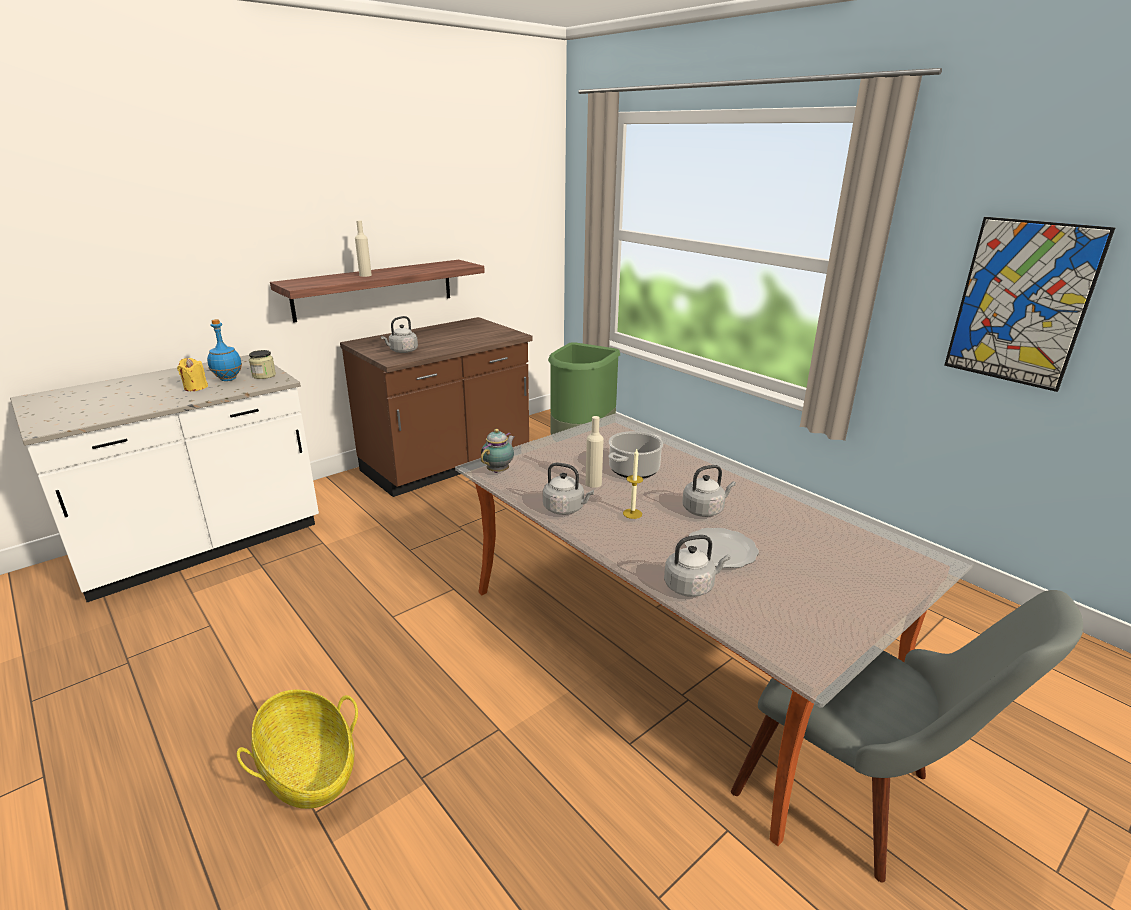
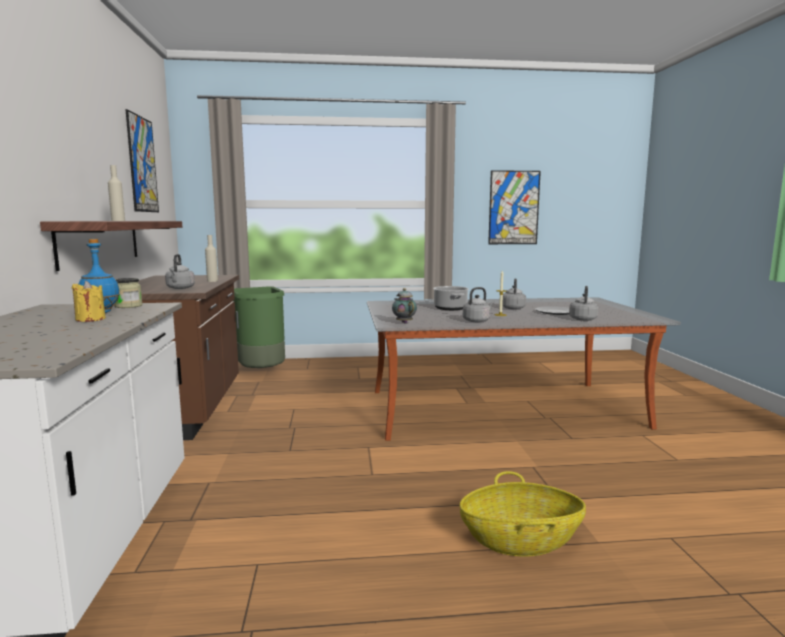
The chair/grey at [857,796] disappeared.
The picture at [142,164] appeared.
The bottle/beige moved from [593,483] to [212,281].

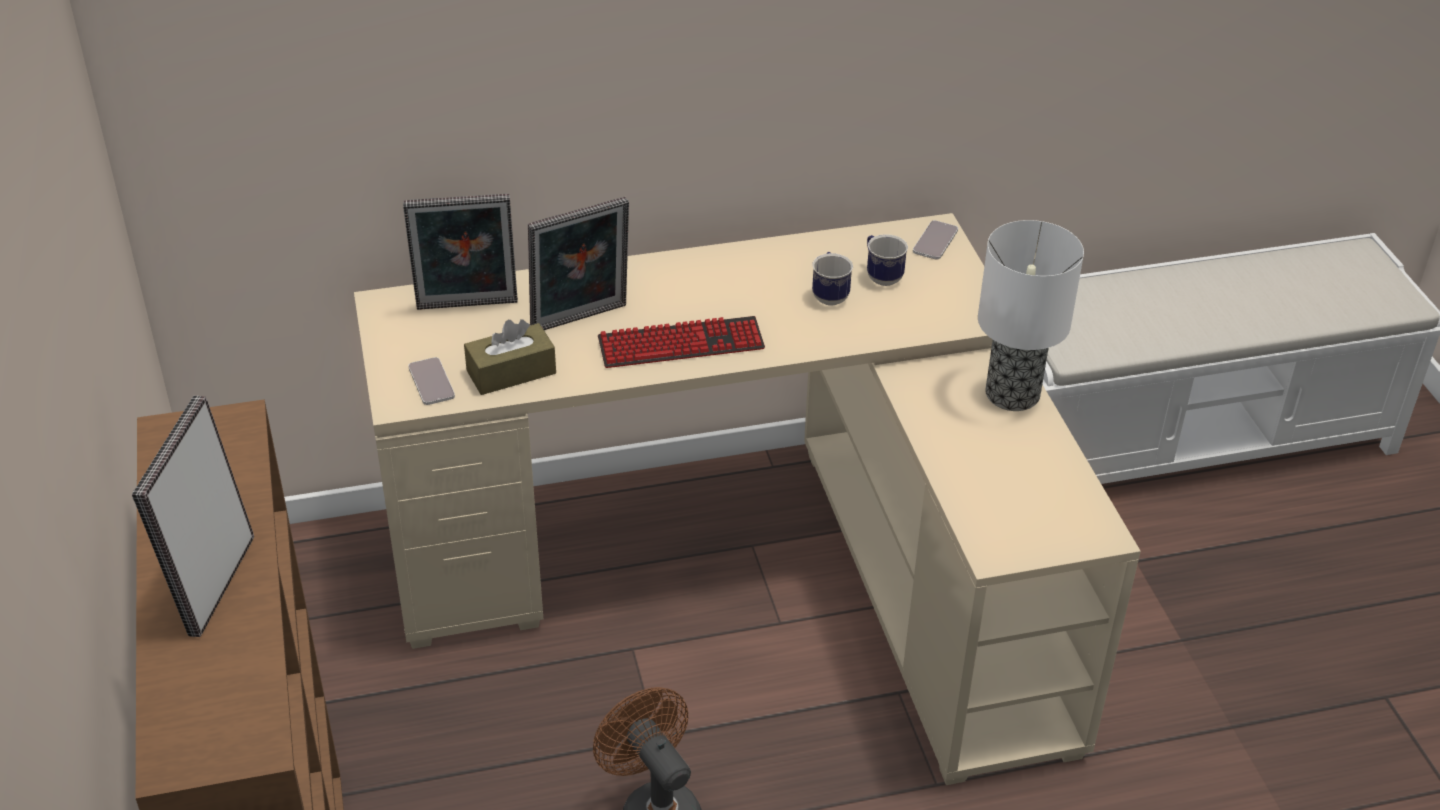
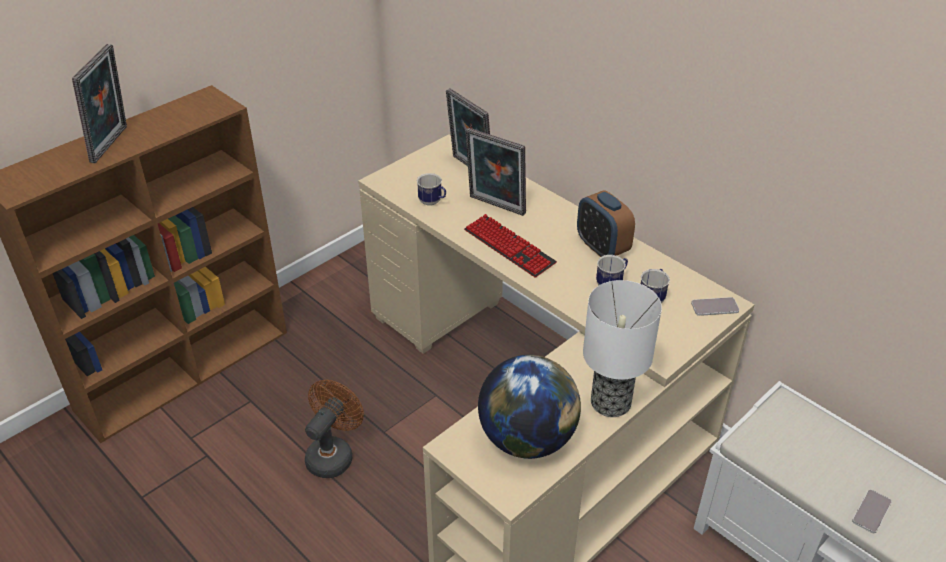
The globe at [527,439] appeared.
The alarm clock at [602,248] appeared.
The phone moved from [431,382] to [871,512].
The tissue box/brown at [511,372] was replaced by the mug at [433,202].
The picture frame at [213,584] turned 120 degrees clockwise.

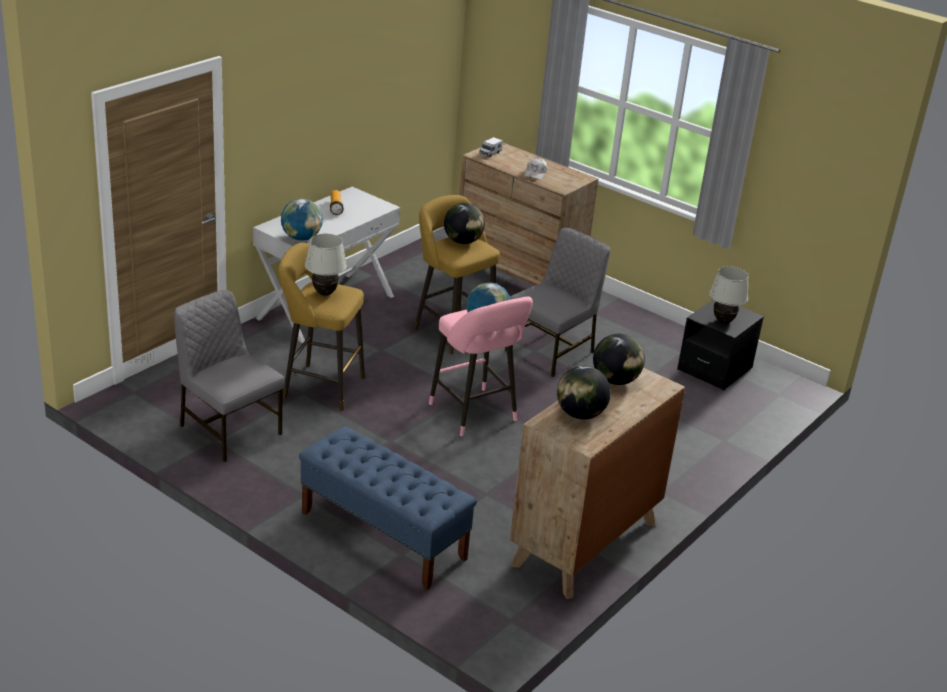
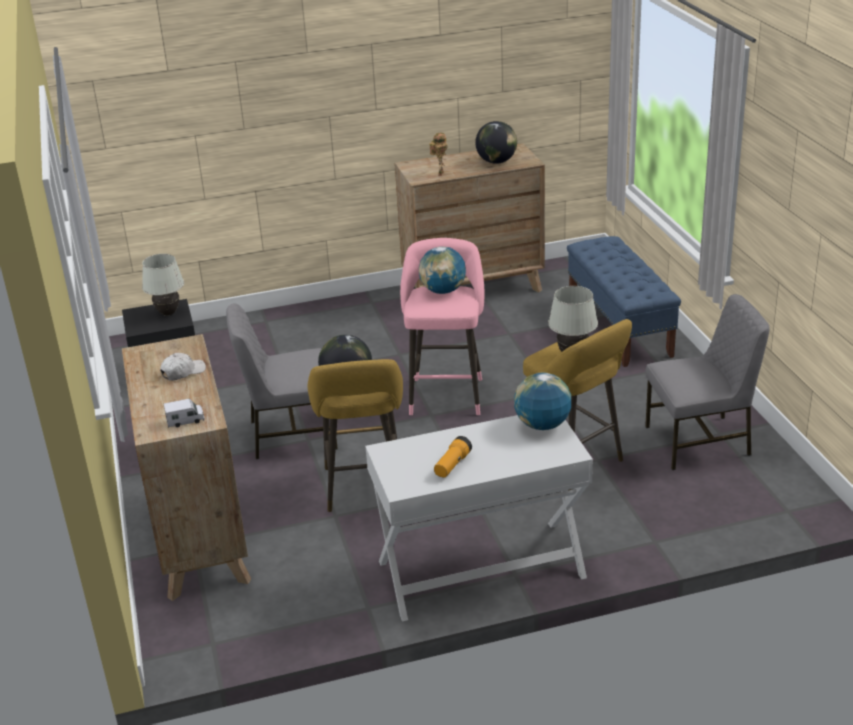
The globe at [615,380] was replaced by the toy robot at [440,173].
The chair/grey at [228,429] turned 90 degrees counterclockwise.

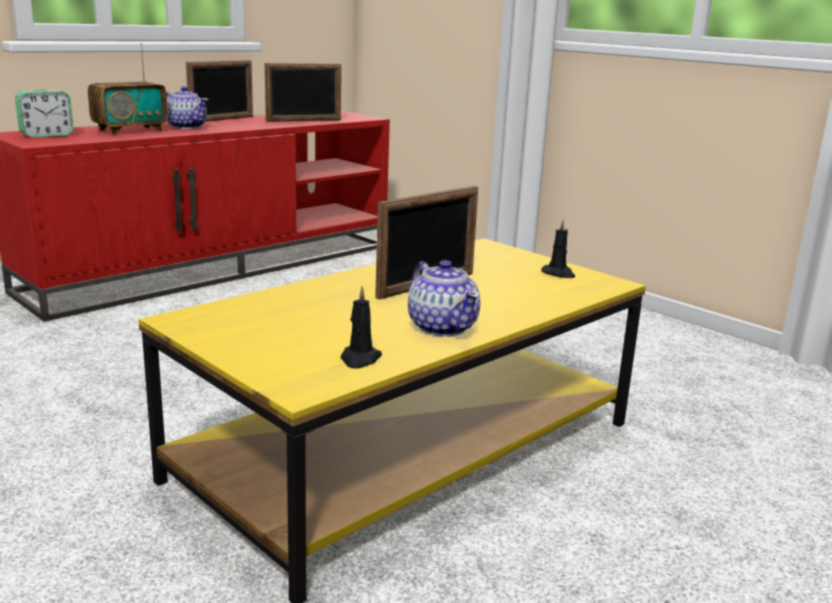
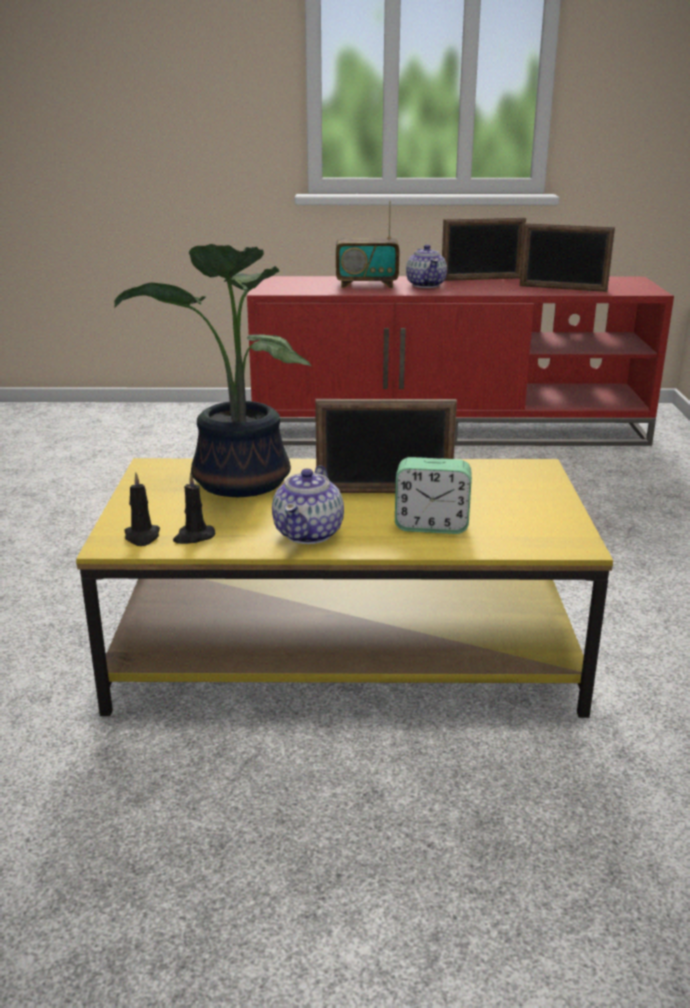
The potted plant at [237,483] appeared.
The alarm clock moved from [46,135] to [431,526].
The candle/black moved from [558,274] to [142,537].

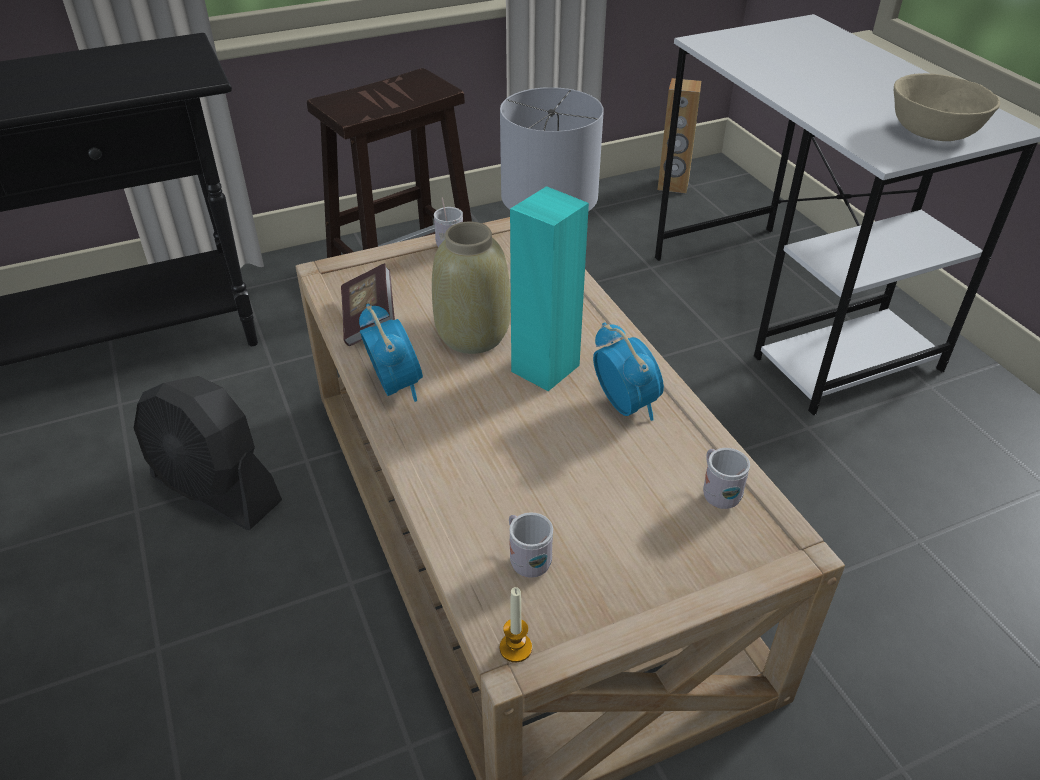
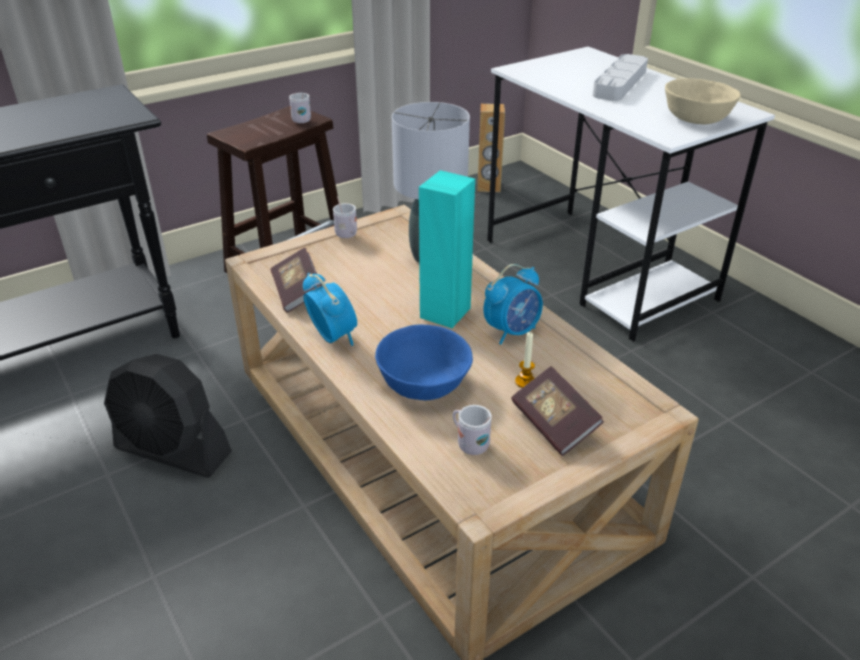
The vase/beige at [473,336] disappeared.
The bowl/blue at [424,383] appeared.
The book at [554,424] appeared.
The tray/grey at [620,83] appeared.
The candle moved from [515,648] to [525,382].
The mug/white moved from [718,493] to [300,120].
The alarm clock at [625,405] turned 90 degrees clockwise.

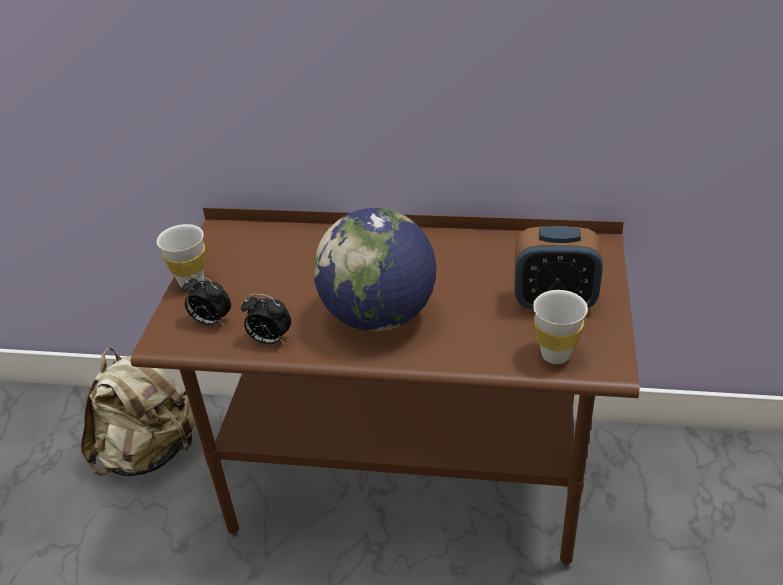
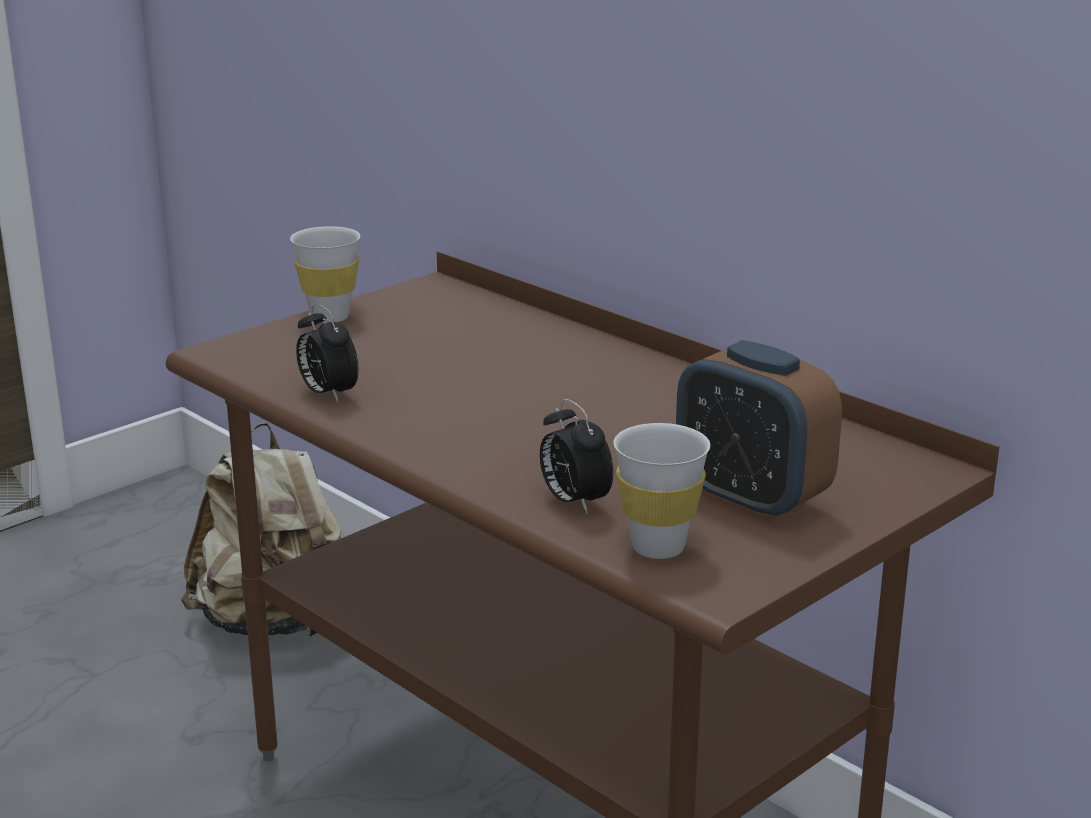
The globe at [379,316] disappeared.
The alarm clock moved from [211,321] to [573,502].

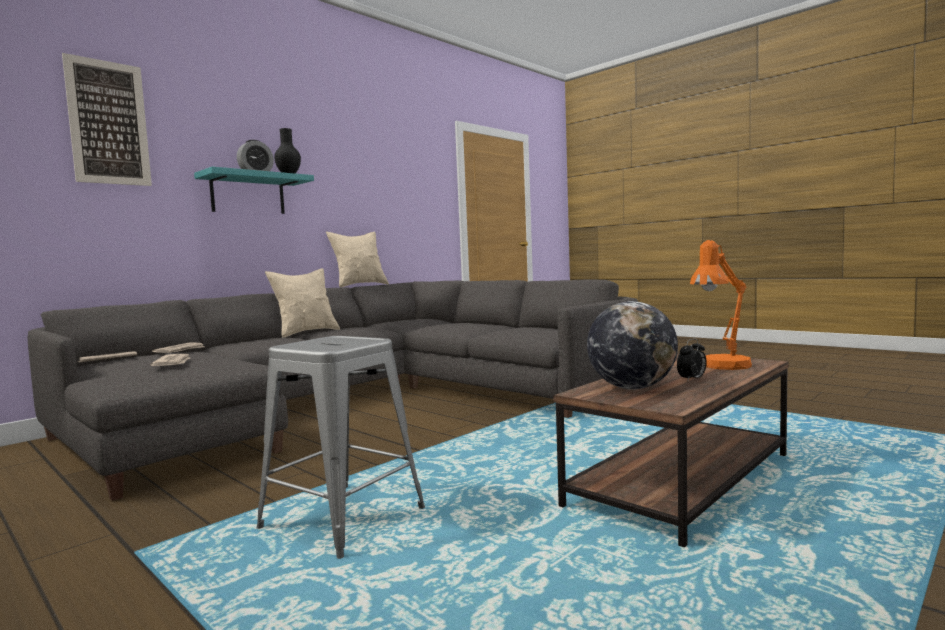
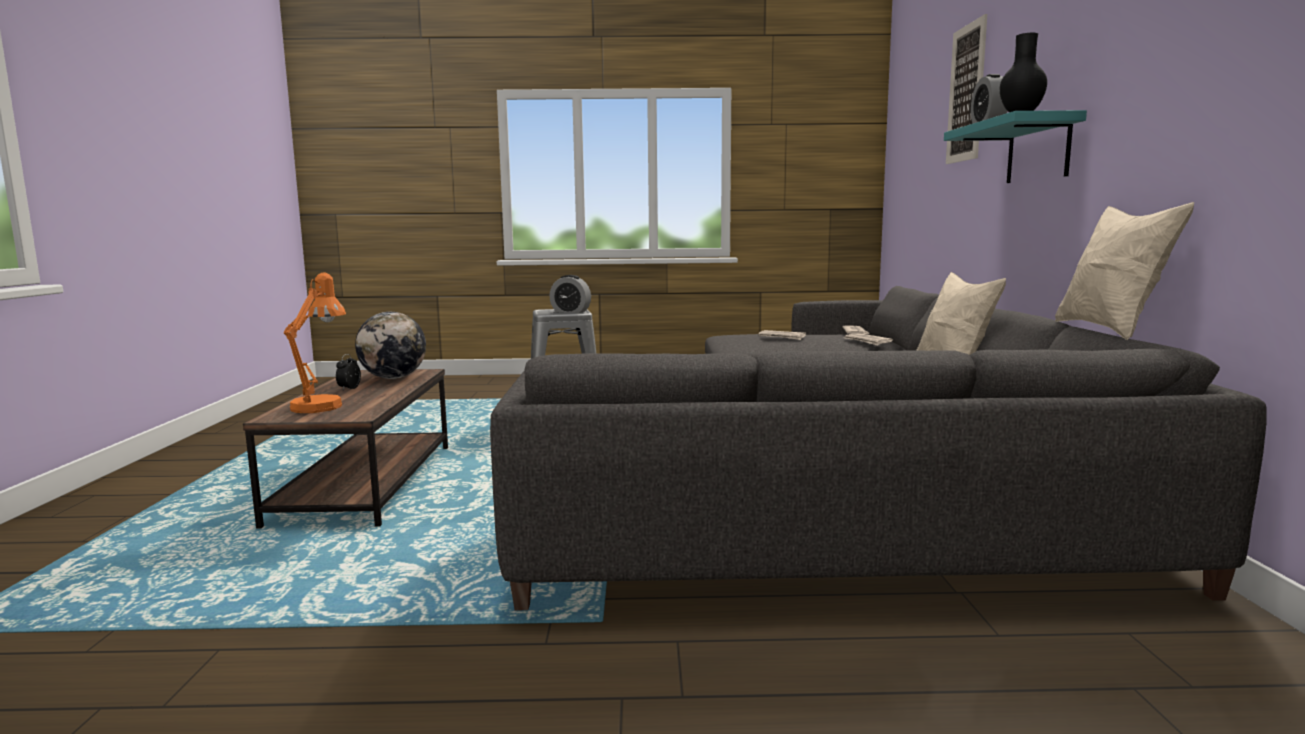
The alarm clock at [570,311] appeared.

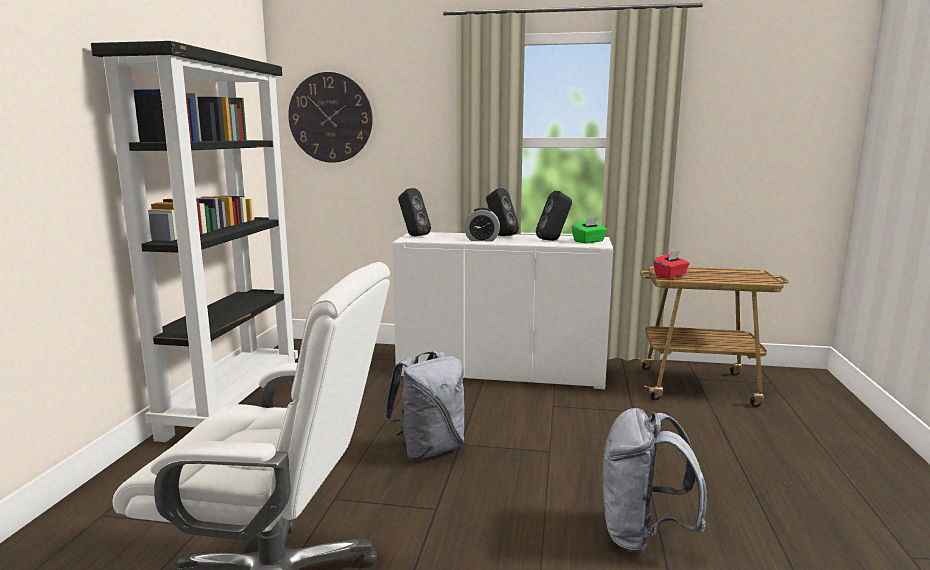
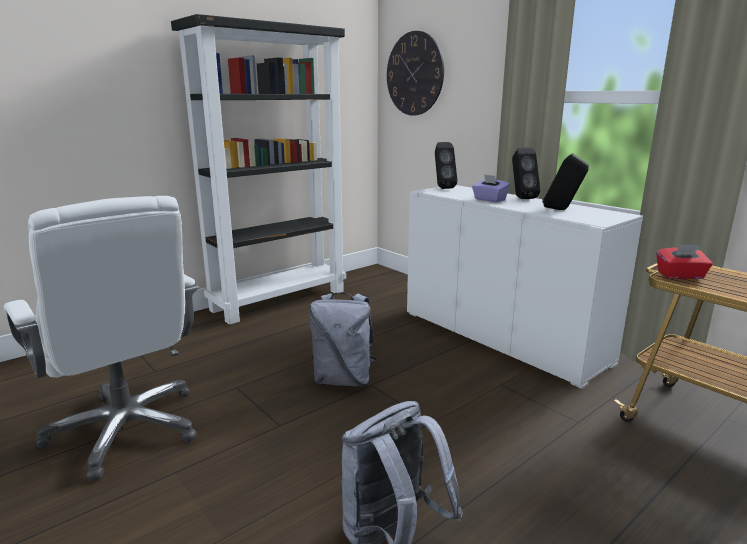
The tissue box/green at [589,241] disappeared.
The alarm clock at [482,240] was replaced by the tissue box/purple at [489,200].

